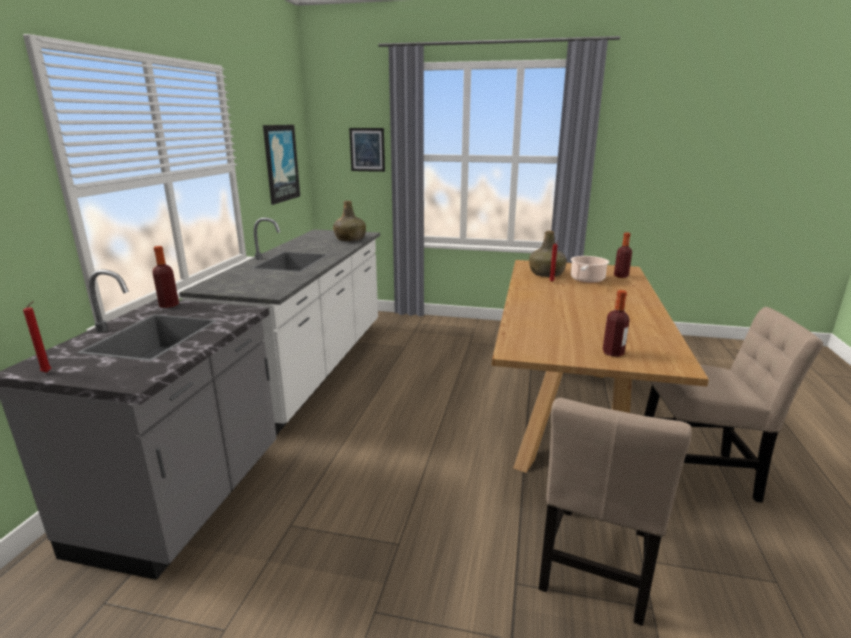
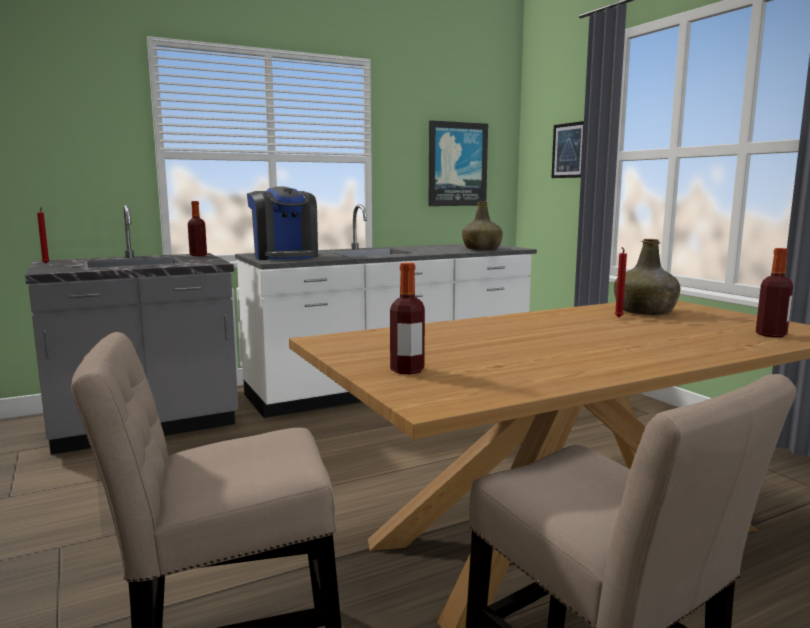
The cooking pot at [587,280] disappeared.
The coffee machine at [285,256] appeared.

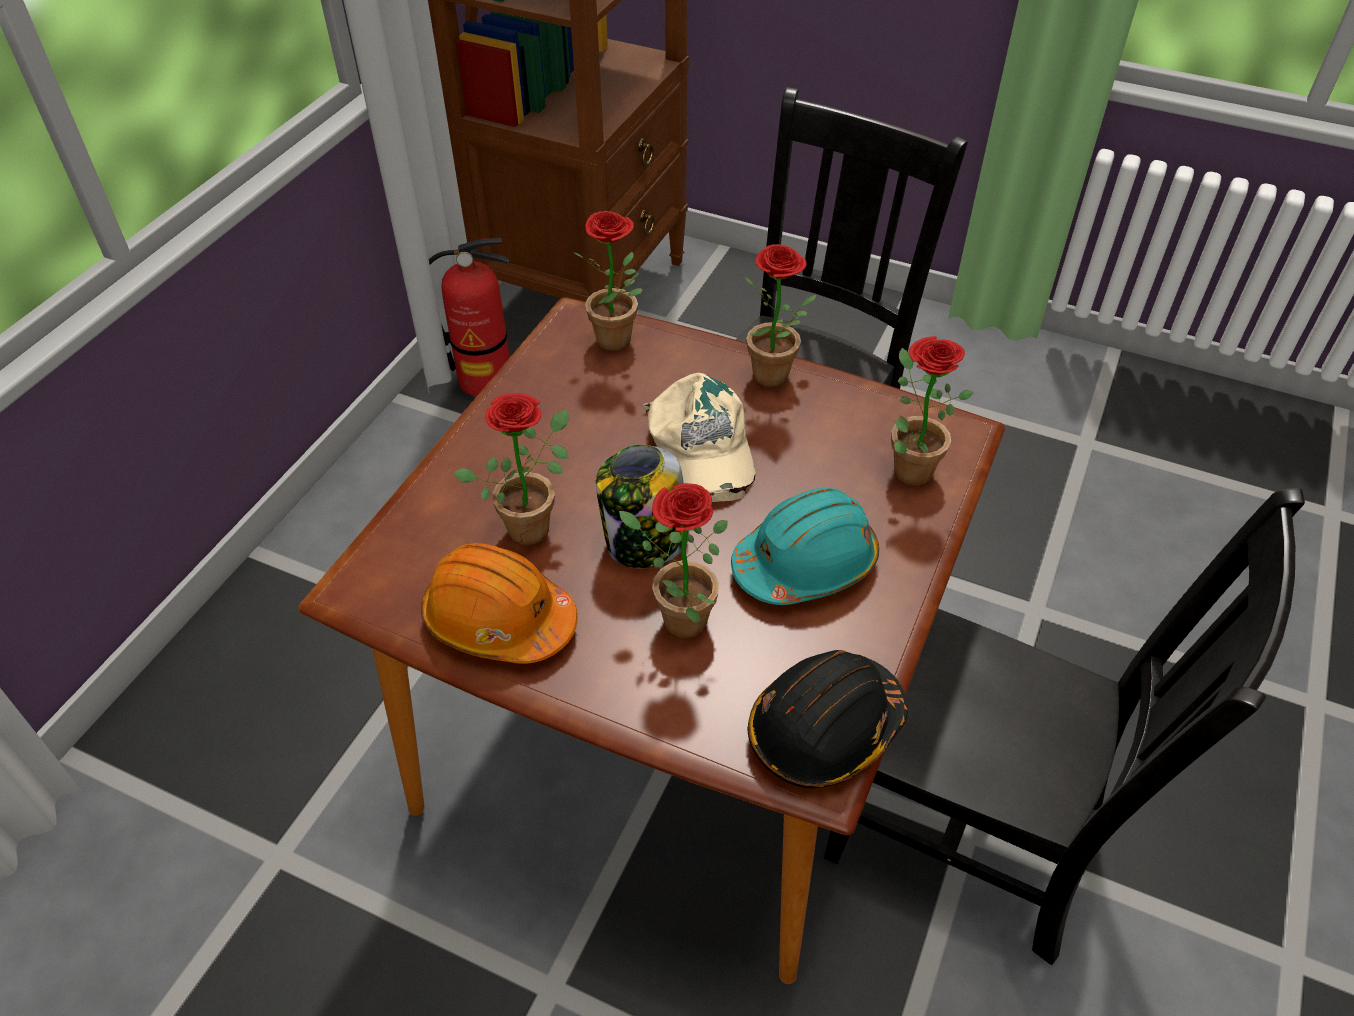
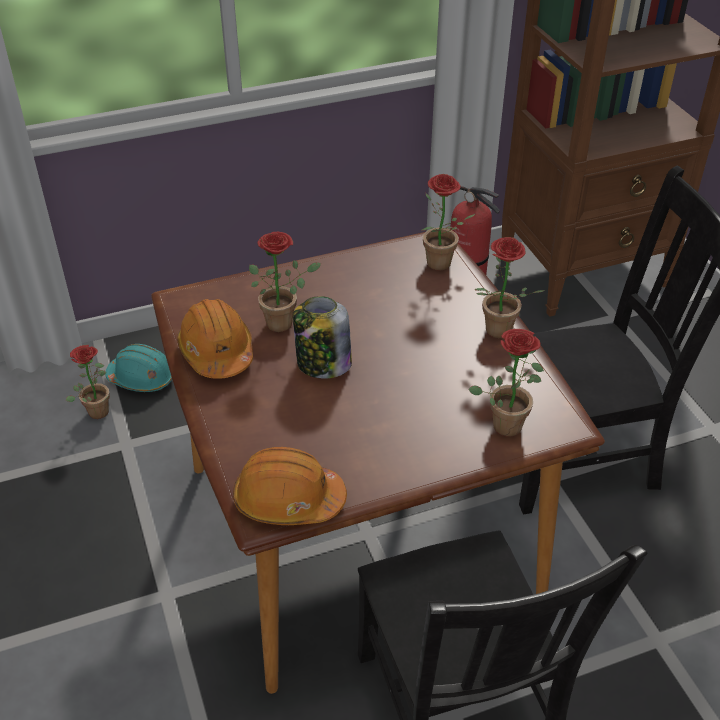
The cap/beige at [700,447] disappeared.
The potted plant moved from [675,619] to [97,409].
The hard hat/turquoise moved from [805,564] to [142,378].
The hard hat/black at [825,729] became the hard hat/orange at [288,500].

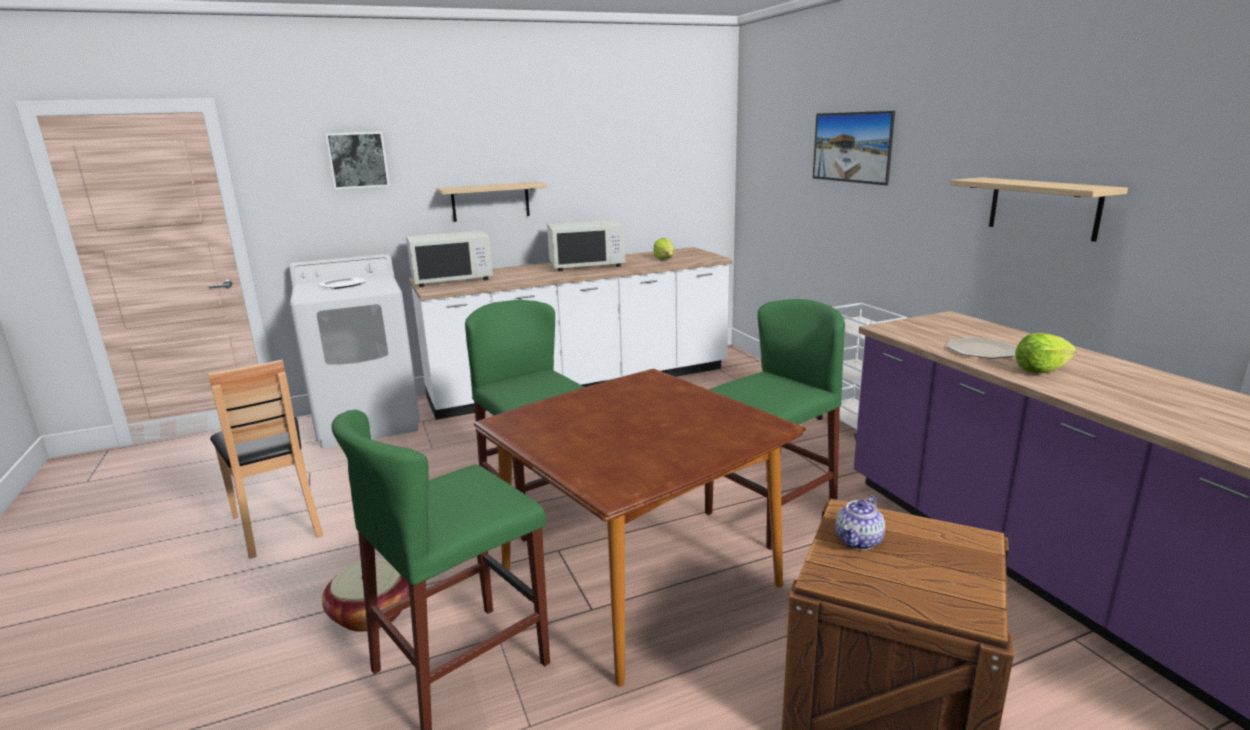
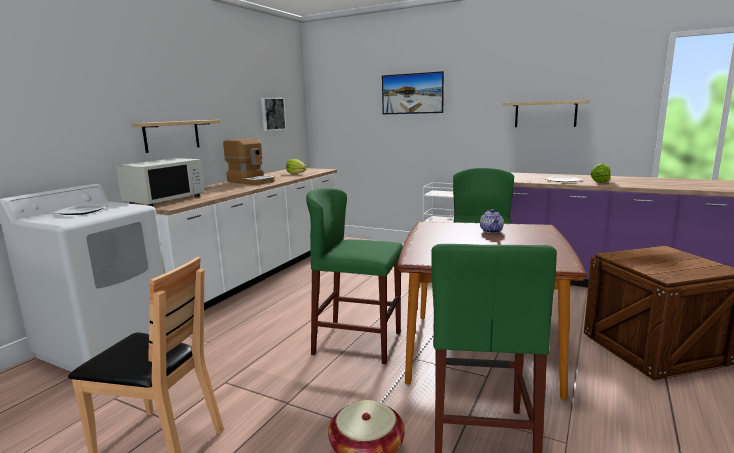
The picture moved from [358,160] to [272,114].
The teapot moved from [859,541] to [491,231].
The microwave/white at [587,265] was replaced by the coffee machine at [252,181].

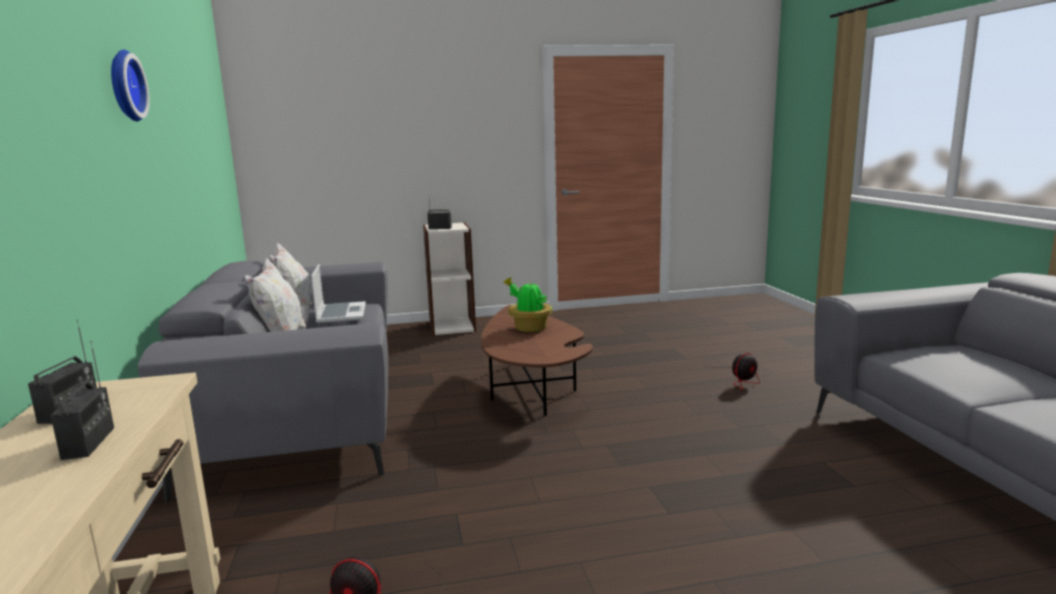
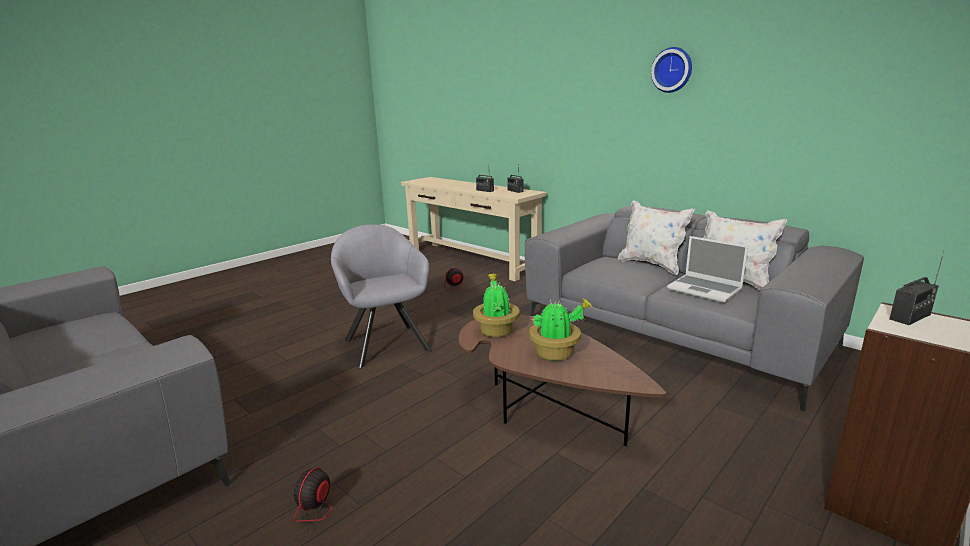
The armchair/grey at [386,343] appeared.
The potted plant at [496,330] appeared.

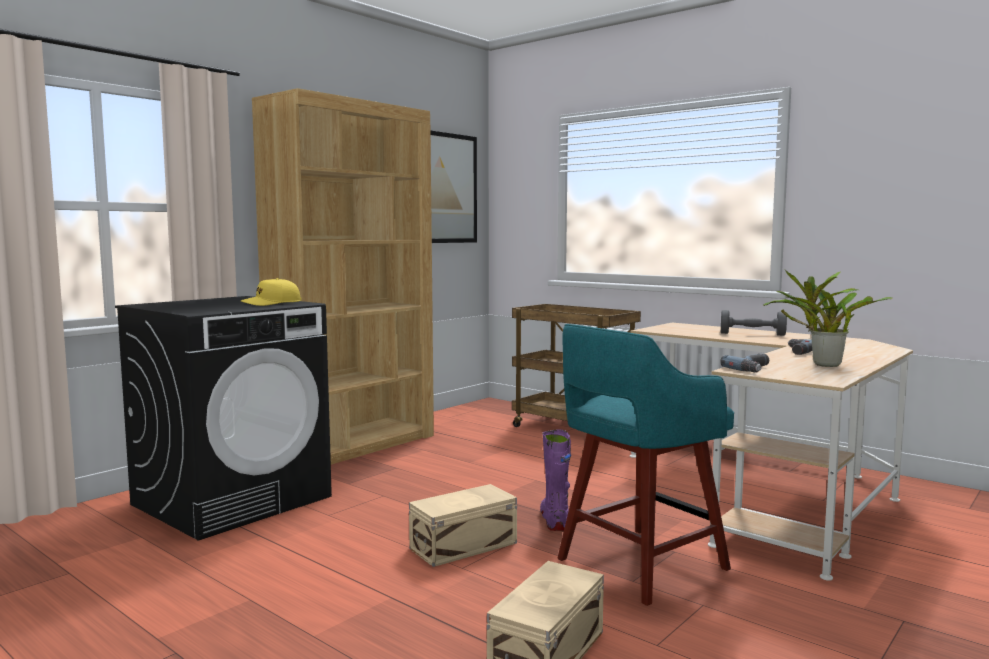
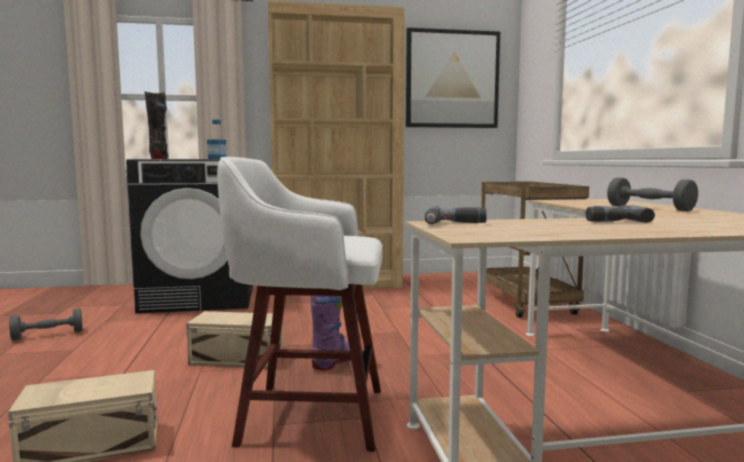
The potted plant at [822,364] disappeared.
The dumbbell/grey at [48,335] appeared.
The boot/black at [159,158] appeared.
The cap/yellow at [271,303] was replaced by the bottle at [217,158].
The stool/turquoise at [638,565] became the stool/white at [308,415].

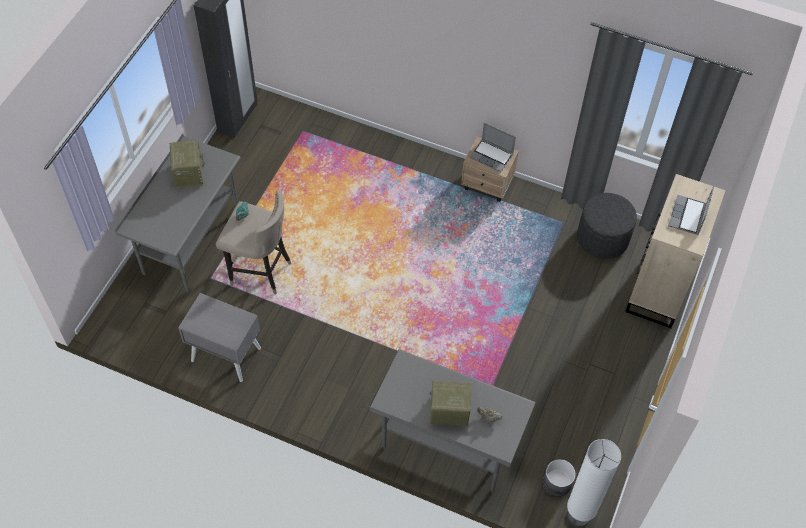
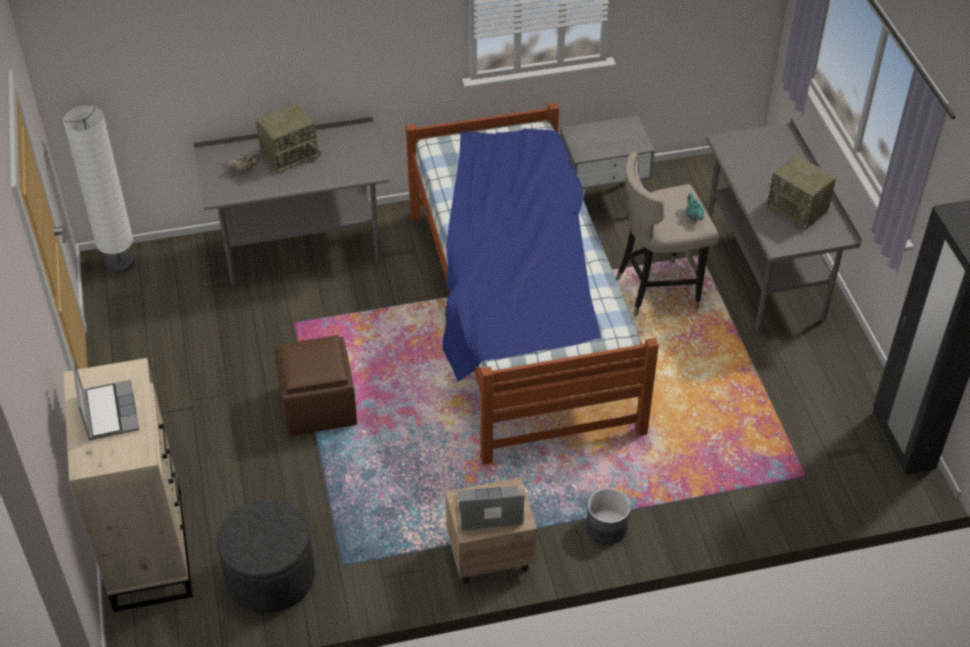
The ottoman/brown at [317,406] appeared.
The bed at [518,318] appeared.
The planter/grey moved from [557,483] to [606,527].

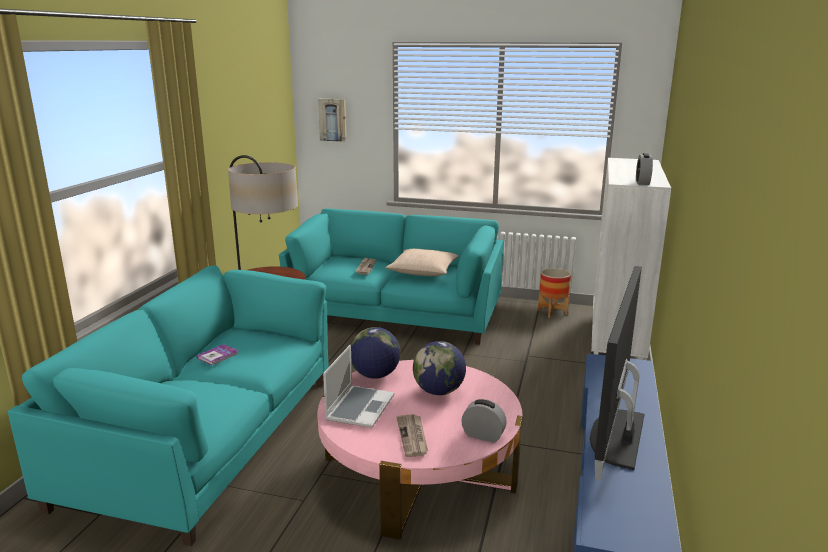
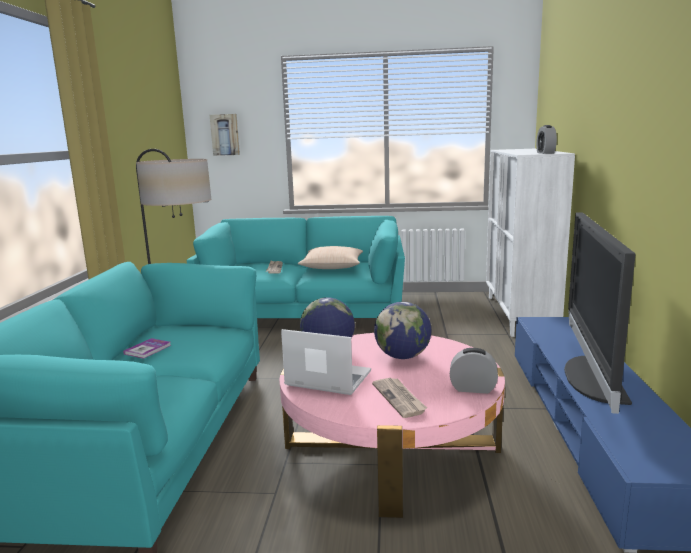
The planter at [552,312] disappeared.
The laptop at [359,407] turned 75 degrees counterclockwise.

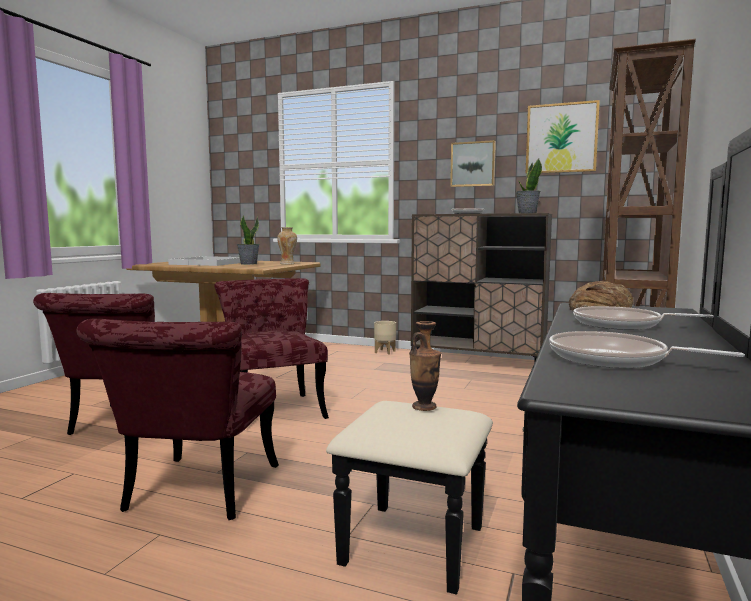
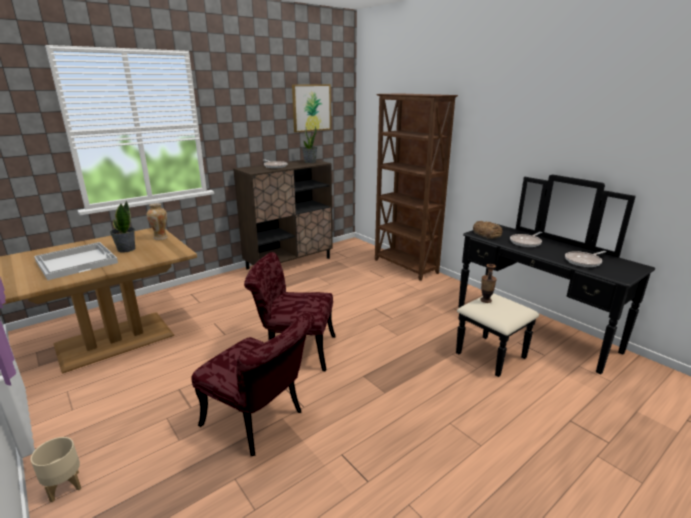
The chair/red at [195,495] disappeared.
The picture at [473,164] disappeared.
The planter/beige moved from [385,352] to [65,487].

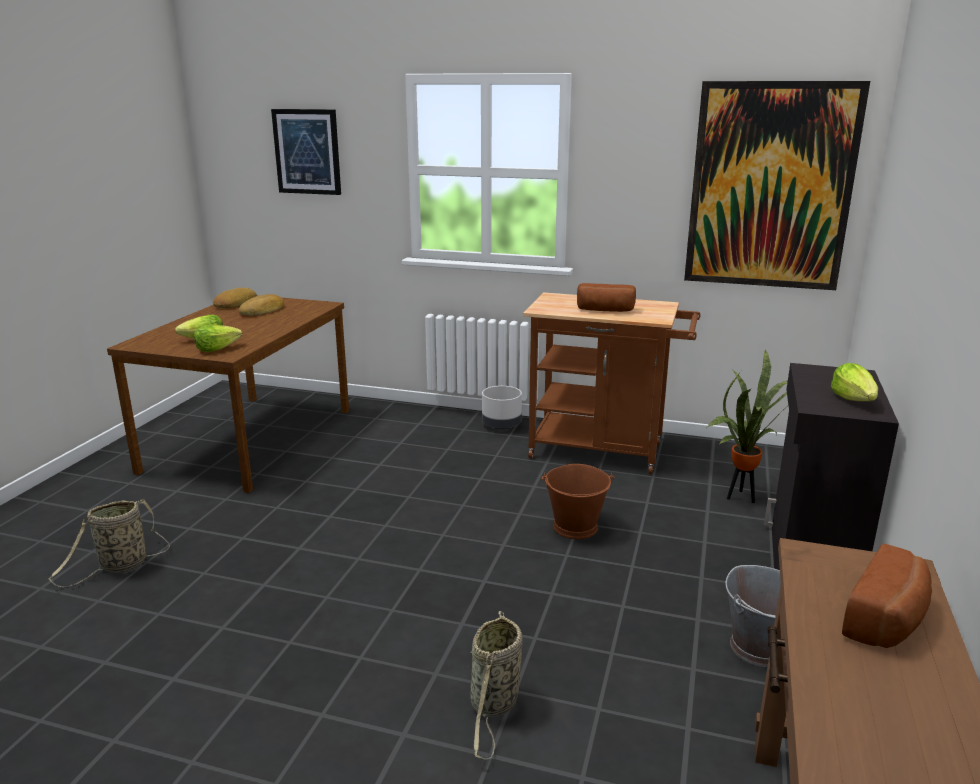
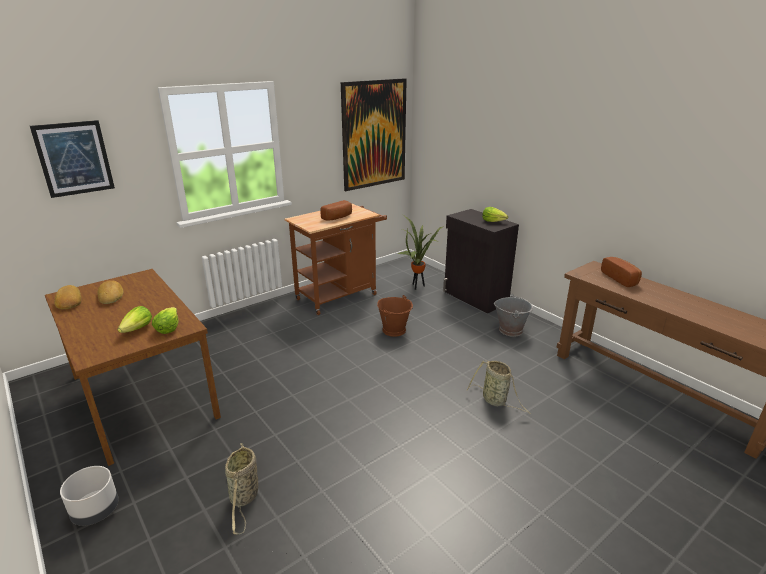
The planter/grey moved from [502,426] to [96,511].

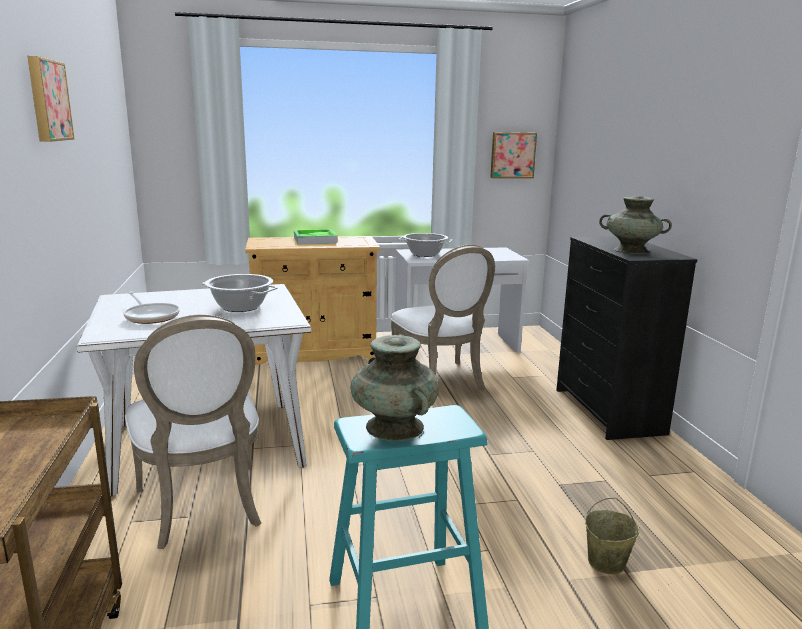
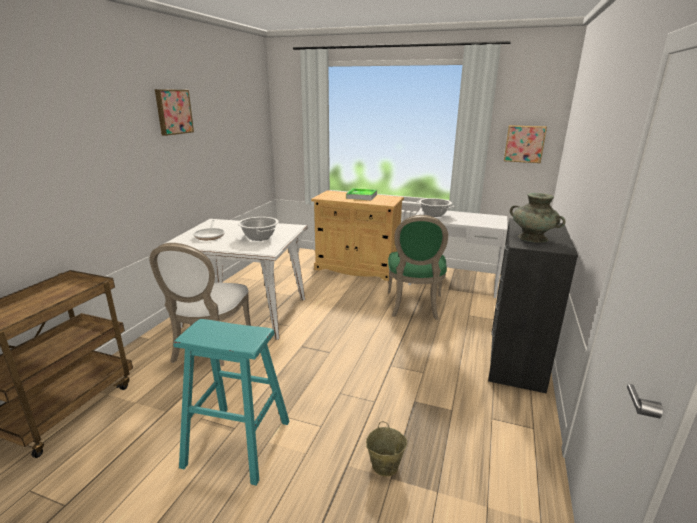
The vase/turquoise at [395,427] disappeared.
The chair/white at [441,381] became the chair/green at [414,306].

